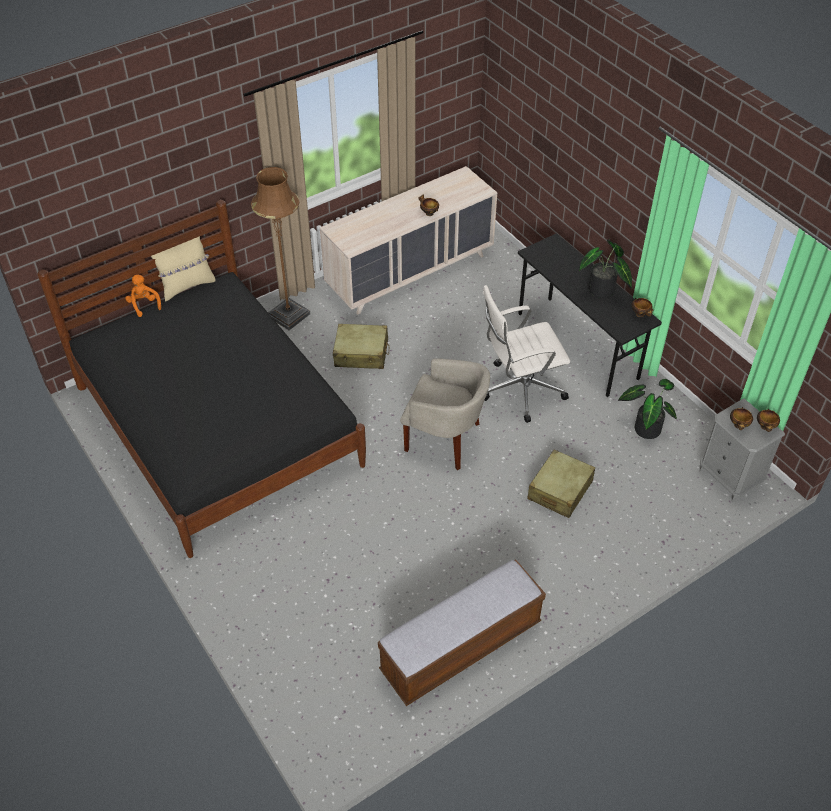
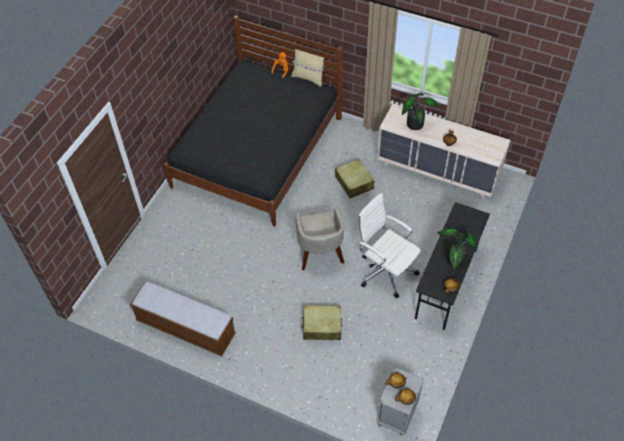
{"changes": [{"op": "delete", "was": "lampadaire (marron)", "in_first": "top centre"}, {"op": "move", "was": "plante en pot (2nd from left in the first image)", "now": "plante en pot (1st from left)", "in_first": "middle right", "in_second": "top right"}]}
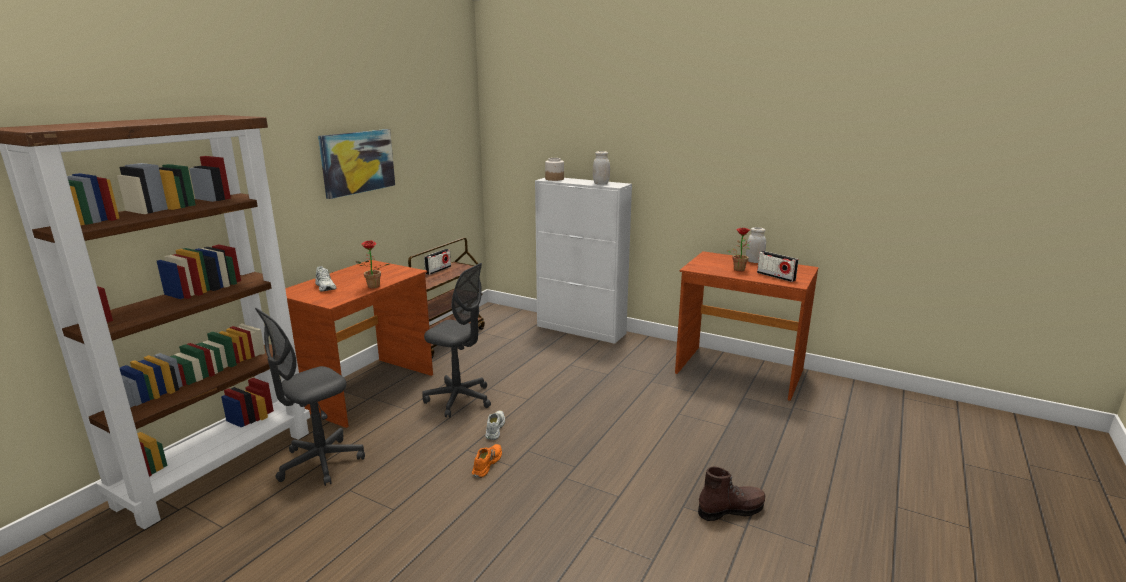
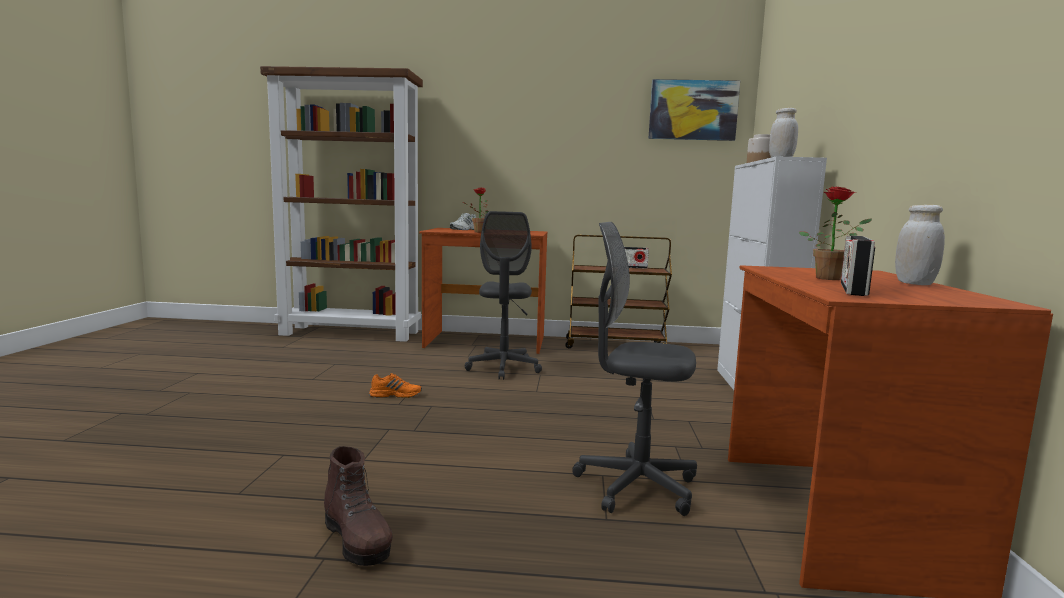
{"changes": [{"op": "move", "was": "chaise de bureau (gris) (1st from left in the first image)", "now": "chaise de bureau (gris) (2nd from left)", "in_first": "bottom left", "in_second": "centre"}, {"op": "move", "was": "tableau", "in_first": "top left", "in_second": "top centre"}, {"op": "delete", "was": "chaussure (blanc) (2nd from left)", "in_first": "bottom centre"}]}
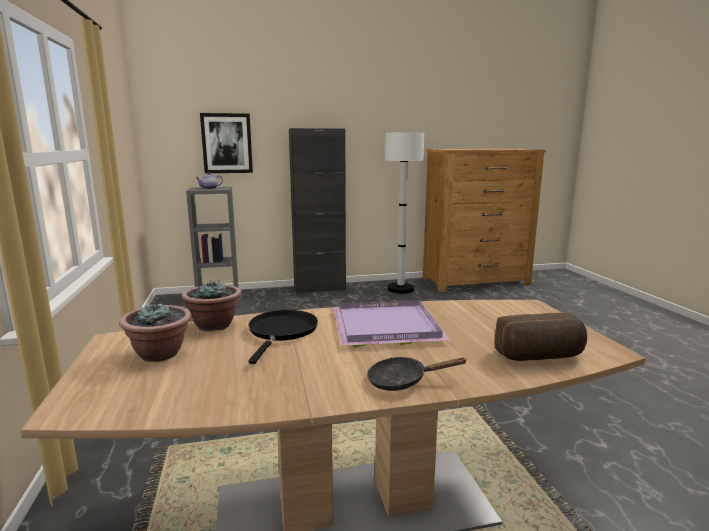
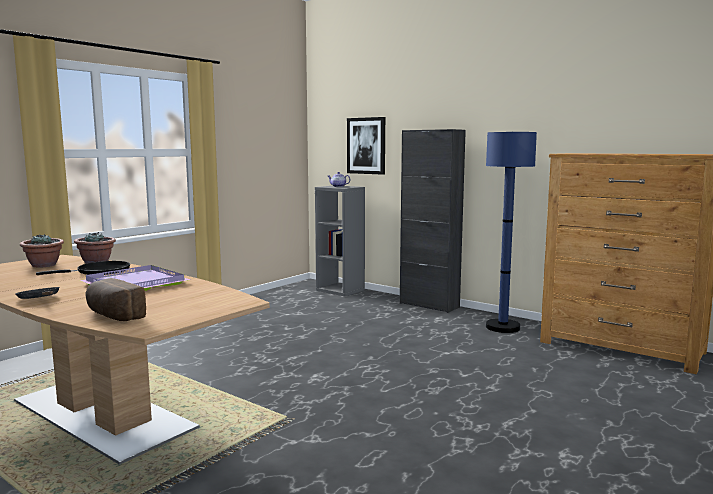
{"changes": [{"op": "recolor", "was": "lampadaire (blanc)", "now": "lampadaire (bleu)", "in_first": "centre", "in_second": "middle right"}]}
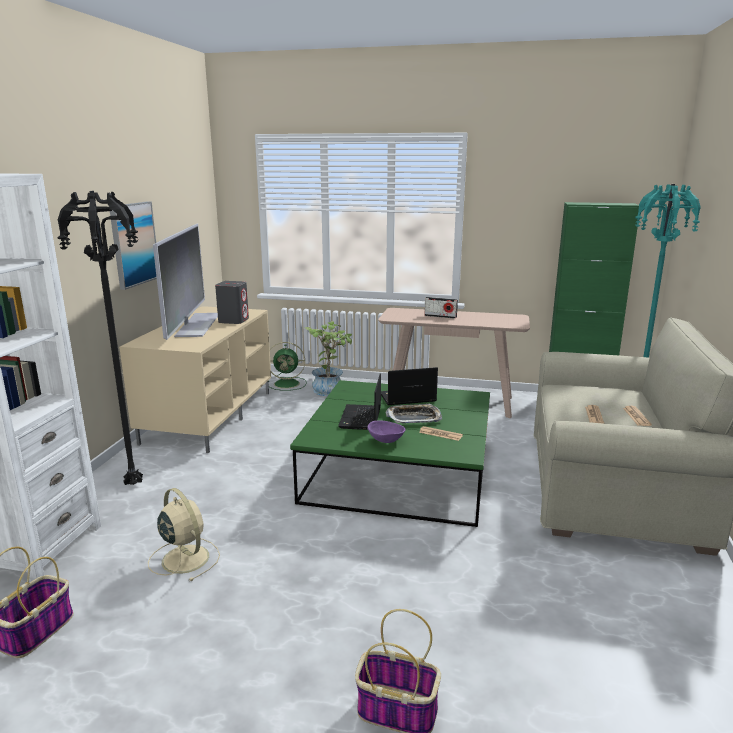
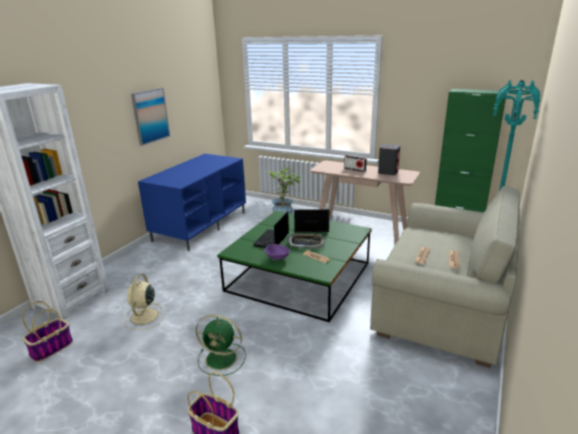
{"changes": [{"op": "delete", "was": "lampadaire (noir)", "in_first": "middle left"}, {"op": "recolor", "was": "meuble télé (beige)", "now": "meuble télé (bleu)", "in_first": "middle left", "in_second": "middle left"}, {"op": "rotate", "was": "ventilateur (beige)", "in_first": "bottom left", "in_second": "bottom left", "clockwise": -150}, {"op": "delete", "was": "téléviseur", "in_first": "middle left"}, {"op": "move", "was": "enceinte (gris)", "in_first": "middle left", "in_second": "middle right"}, {"op": "move", "was": "ventilateur (vert)", "in_first": "centre", "in_second": "bottom centre"}]}
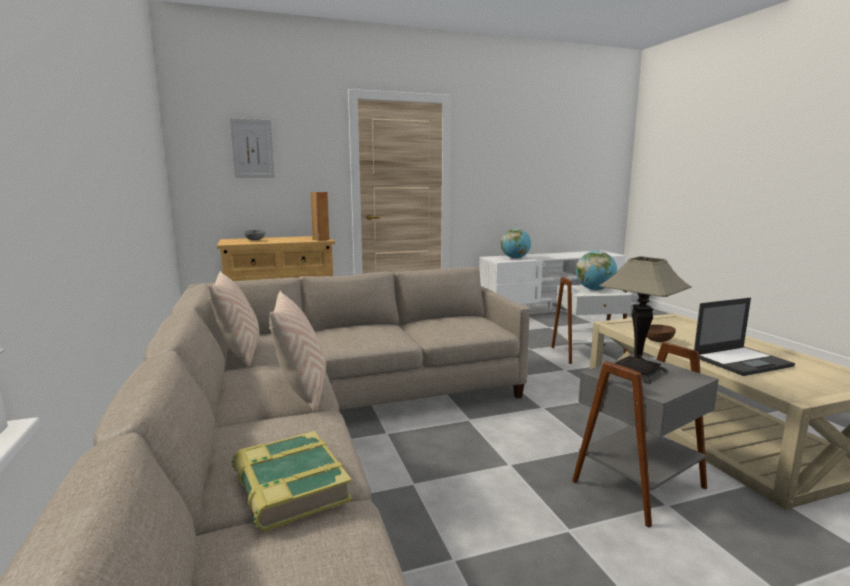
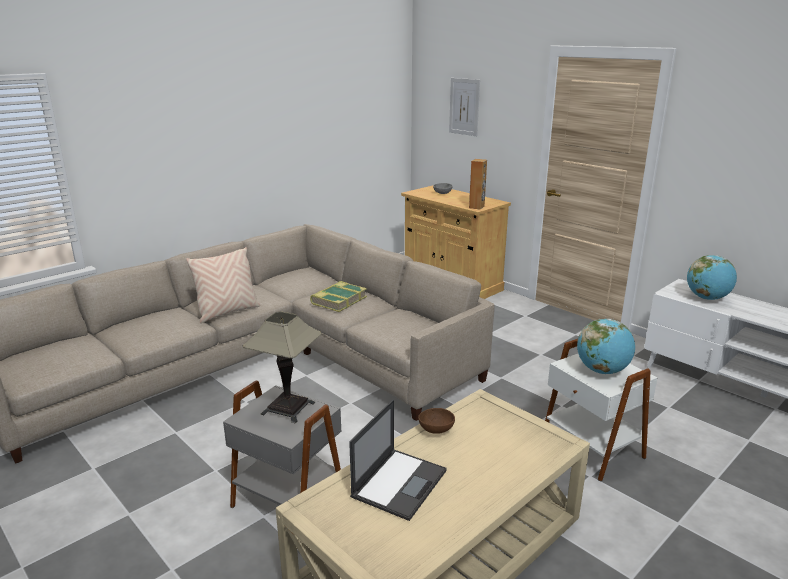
{"changes": [{"op": "delete", "was": "coussin (beige) (1st from left)", "in_first": "middle left"}, {"op": "move", "was": "livre", "in_first": "bottom centre", "in_second": "centre"}, {"op": "rotate", "was": "ordinateur portable", "in_first": "middle right", "in_second": "bottom centre", "clockwise": -105}]}
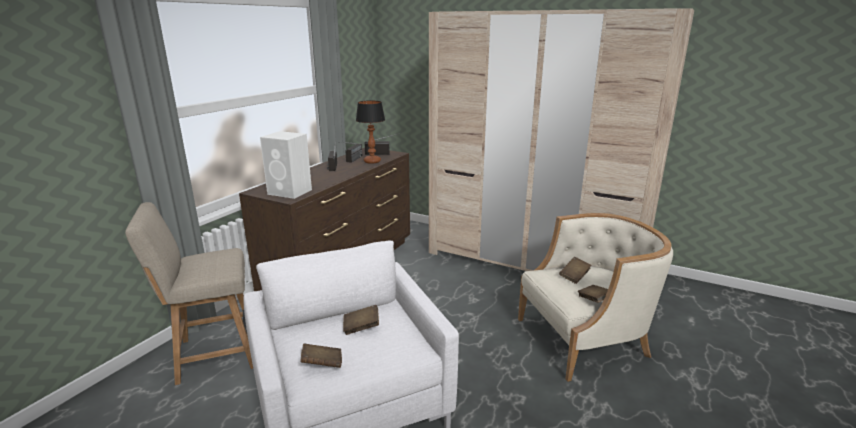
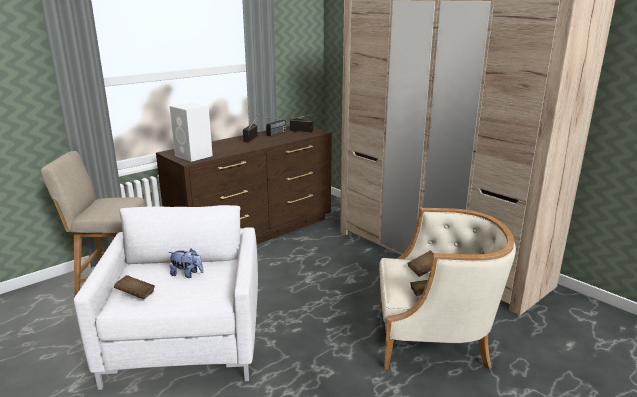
{"changes": [{"op": "replace", "was": "livre (marron) (2nd from left)", "now": "peluche", "in_first": "bottom centre", "in_second": "middle left"}, {"op": "delete", "was": "lampe de table", "in_first": "top centre"}]}
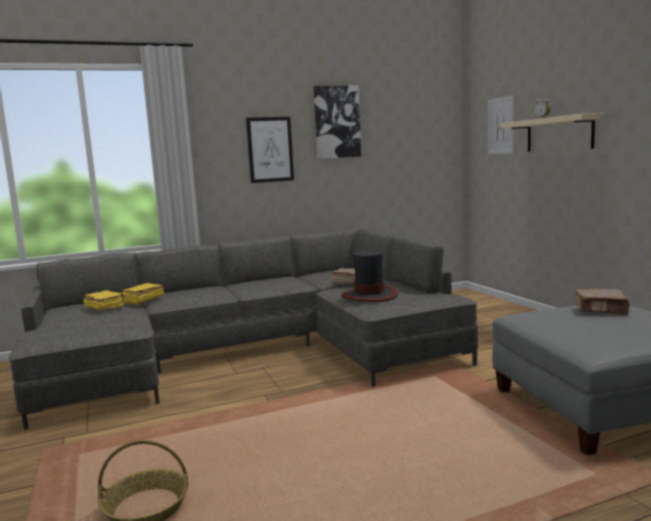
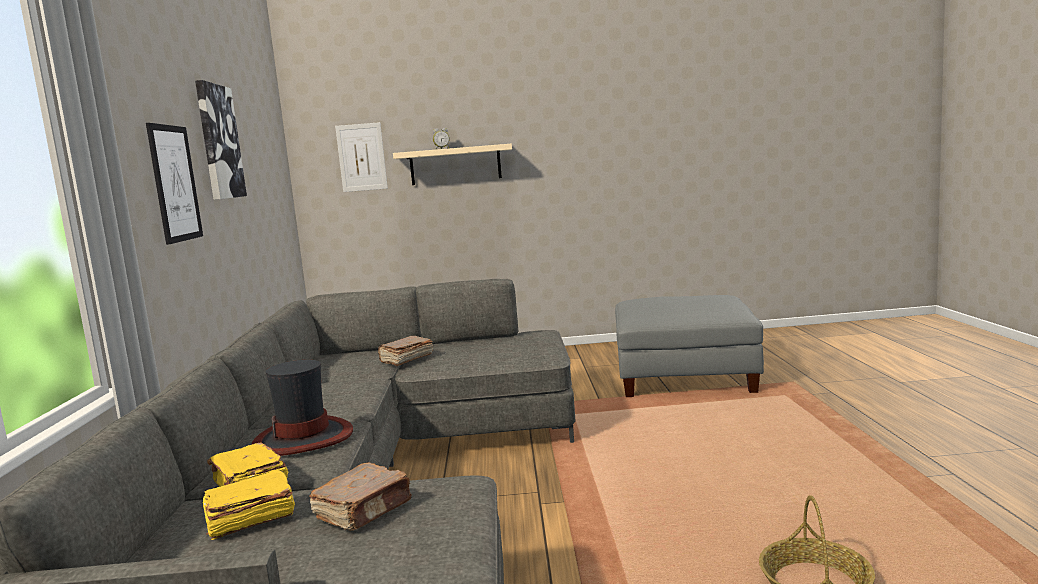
{"changes": [{"op": "move", "was": "chapeau", "in_first": "centre", "in_second": "bottom left"}, {"op": "move", "was": "livre (marron) (2nd from left in the first image)", "now": "livre (marron) (1st from left)", "in_first": "middle right", "in_second": "bottom centre"}]}
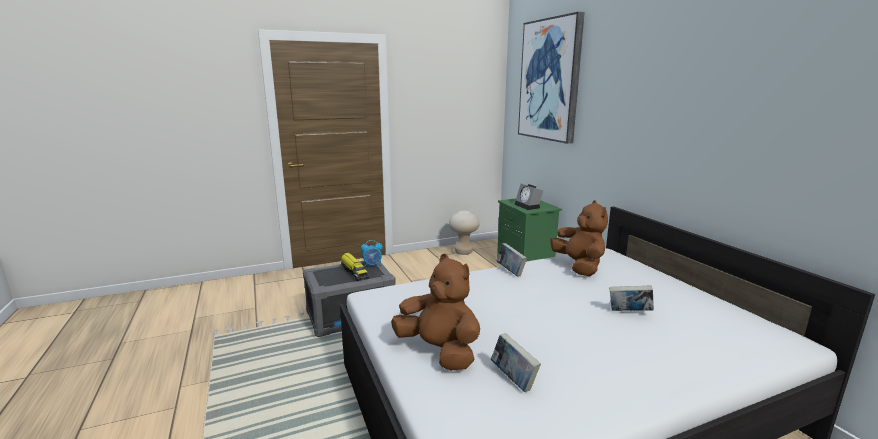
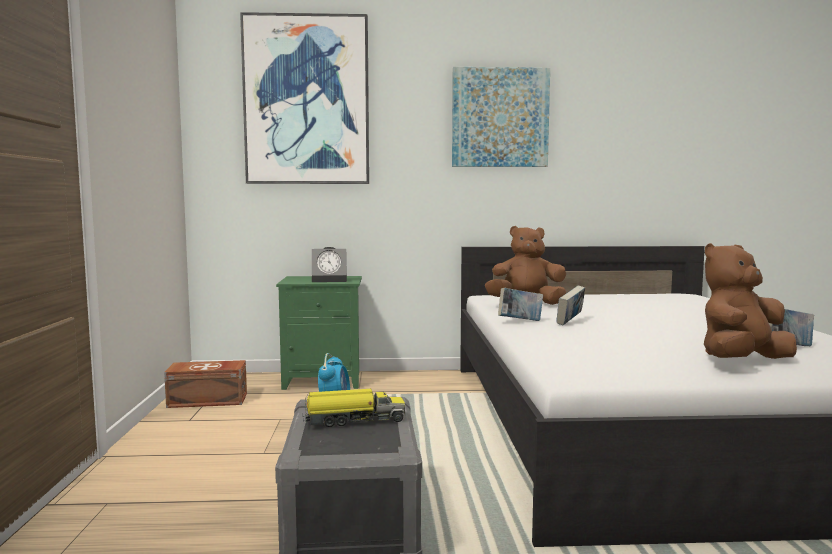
{"changes": [{"op": "replace", "was": "tabouret (beige)", "now": "boîte de rangement (marron)", "in_first": "centre", "in_second": "bottom left"}, {"op": "move", "was": "livre (3rd from left in the first image)", "now": "livre (2nd from left)", "in_first": "bottom right", "in_second": "middle right"}, {"op": "insert", "now": "tableau (2nd from left)", "in_second": "top centre"}]}
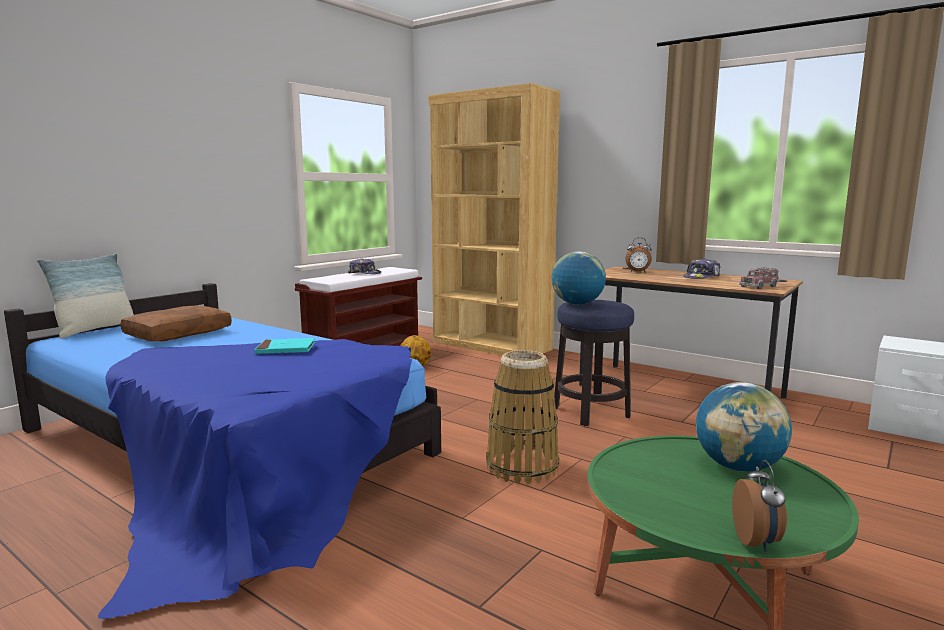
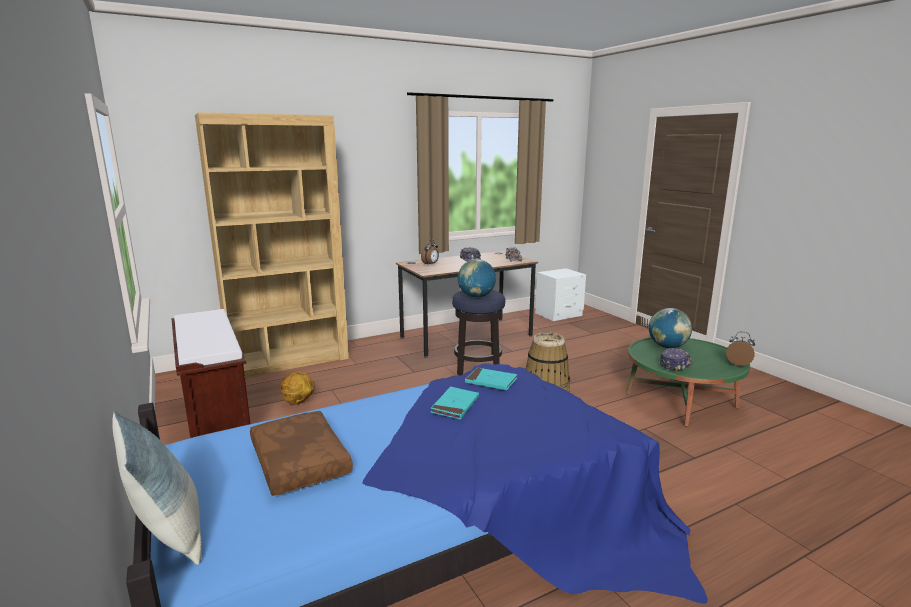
{"changes": [{"op": "move", "was": "casquette (1st from left in the first image)", "now": "casquette (2nd from left)", "in_first": "centre", "in_second": "middle right"}, {"op": "insert", "now": "livre (turquoise) (2nd from left)", "in_second": "centre"}]}
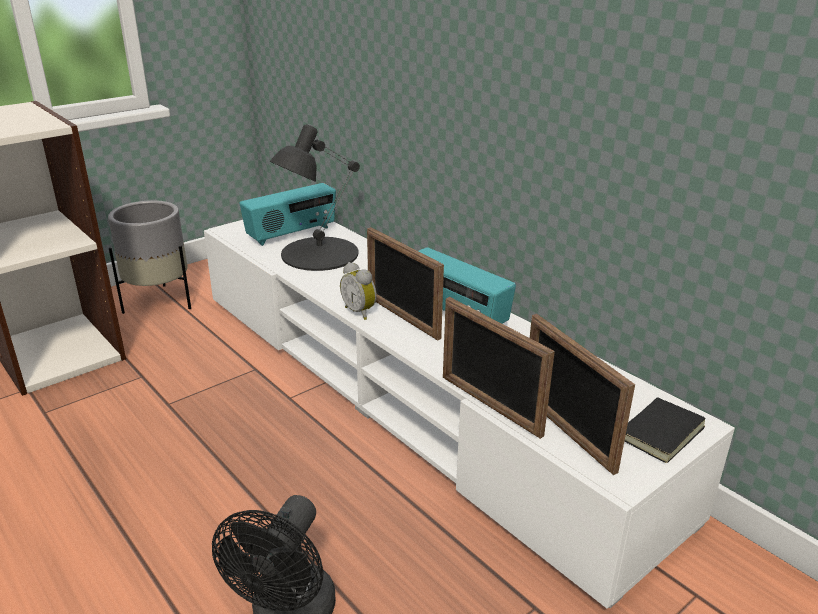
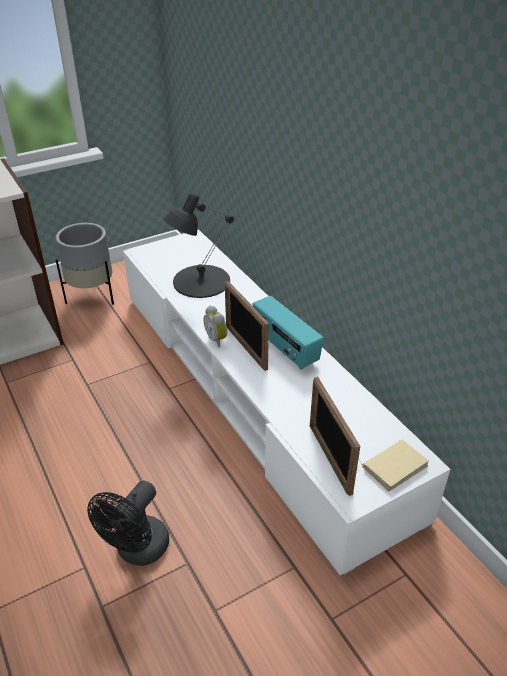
{"changes": [{"op": "delete", "was": "radio (1st from left)", "in_first": "centre"}, {"op": "delete", "was": "cadre photo (2nd from left)", "in_first": "centre"}, {"op": "recolor", "was": "livre (noir)", "now": "livre (beige)", "in_first": "bottom right", "in_second": "bottom right"}]}
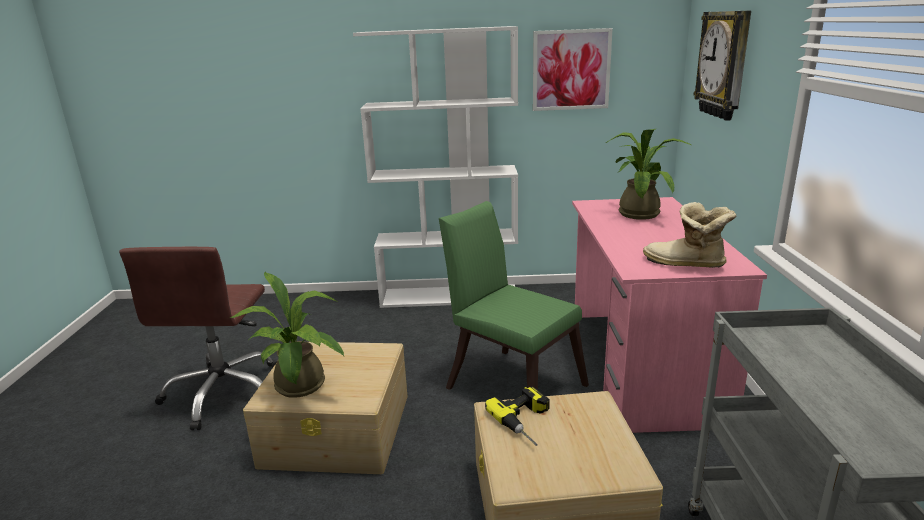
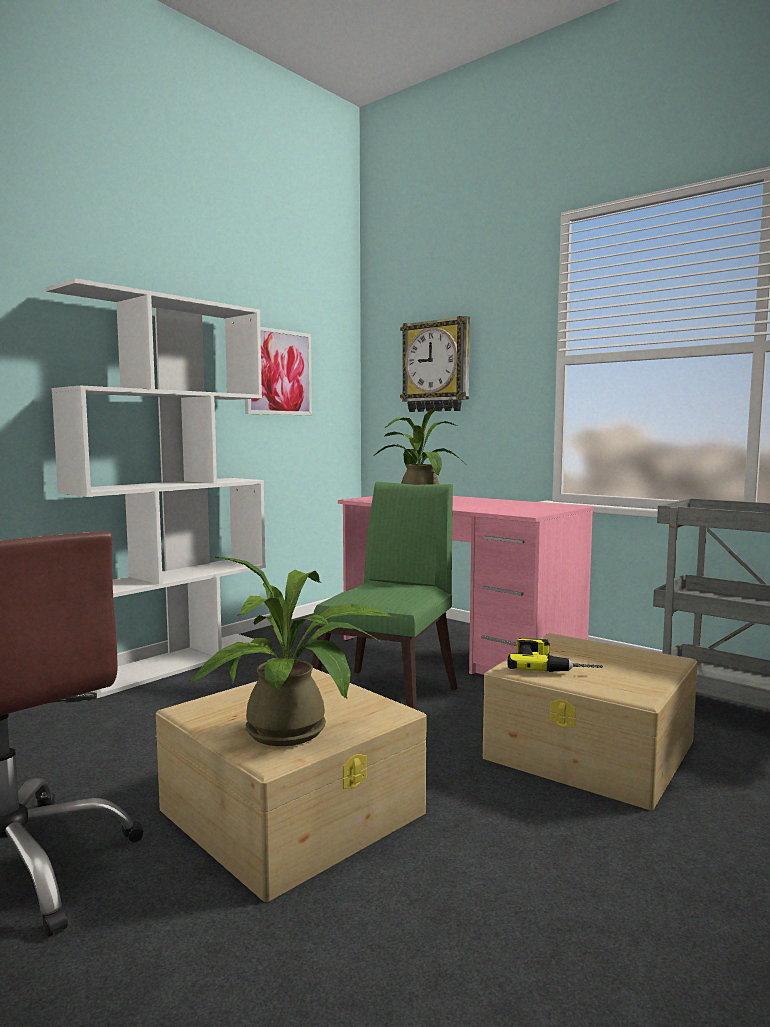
{"changes": [{"op": "rotate", "was": "chaise (vert)", "in_first": "centre", "in_second": "centre", "clockwise": 120}, {"op": "delete", "was": "botte", "in_first": "middle right"}]}
